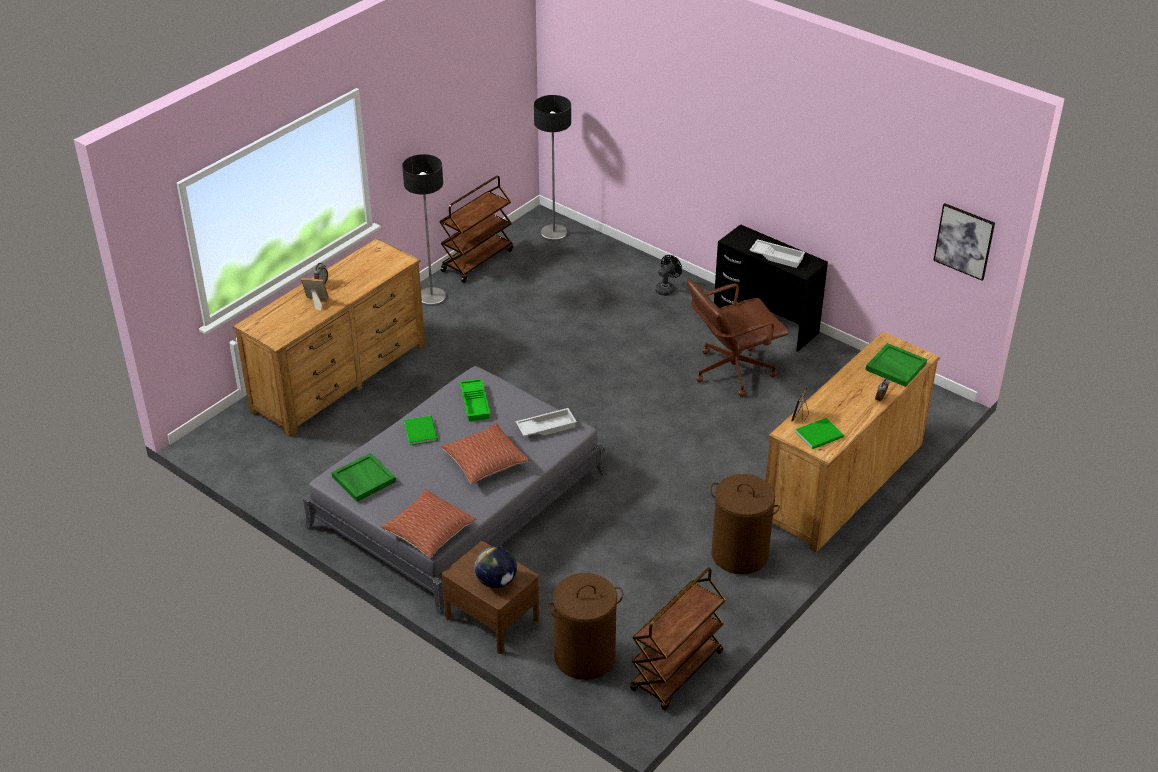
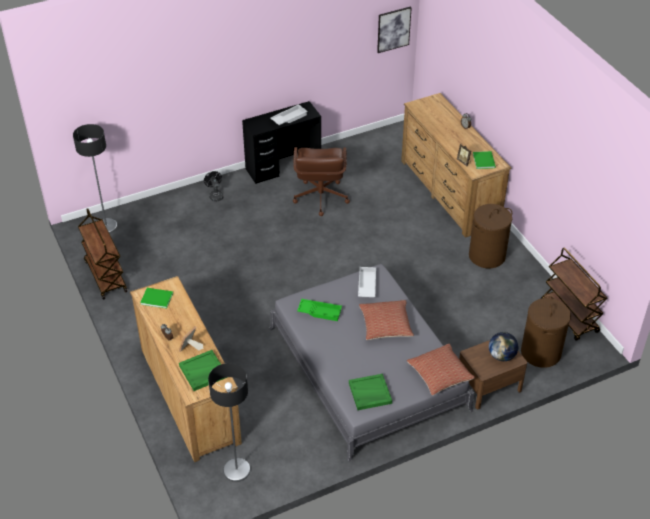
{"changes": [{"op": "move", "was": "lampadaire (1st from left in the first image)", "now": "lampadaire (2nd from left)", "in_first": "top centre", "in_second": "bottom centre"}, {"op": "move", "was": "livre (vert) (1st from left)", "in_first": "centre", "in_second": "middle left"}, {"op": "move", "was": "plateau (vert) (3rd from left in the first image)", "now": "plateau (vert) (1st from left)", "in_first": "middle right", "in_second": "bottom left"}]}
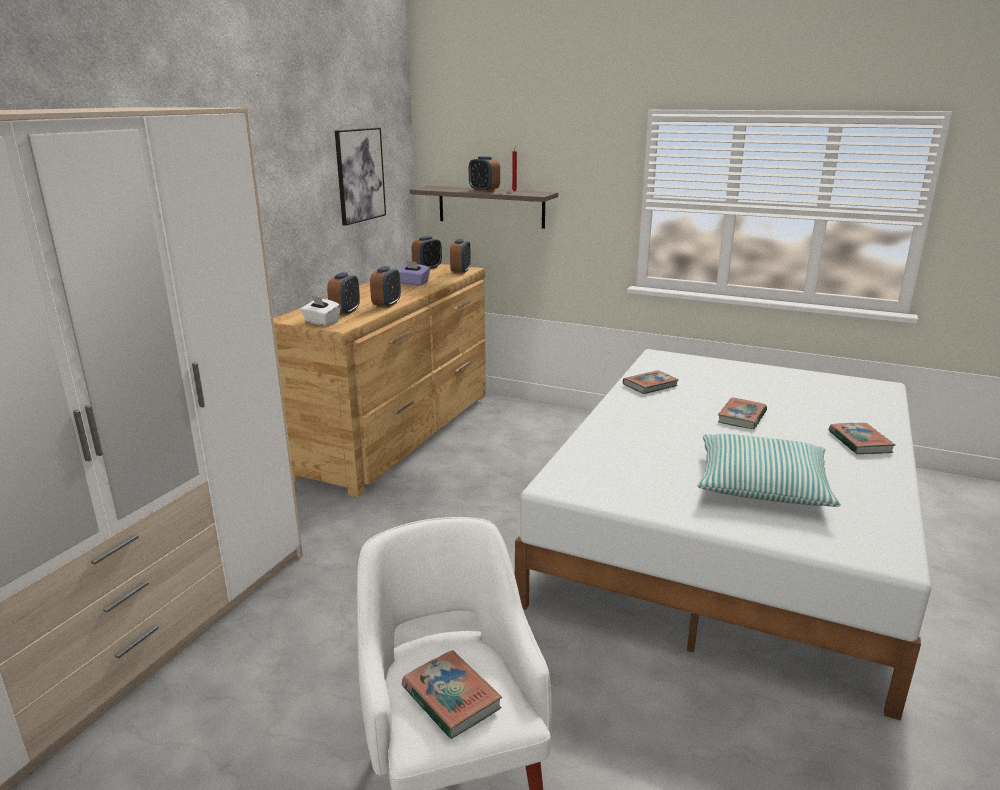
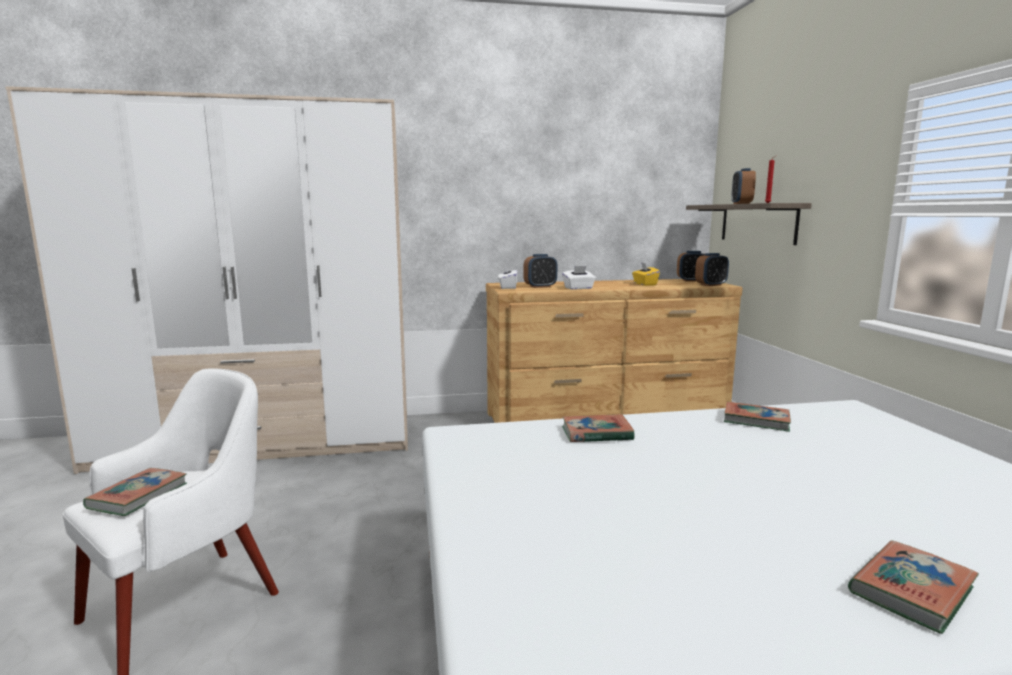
{"changes": [{"op": "delete", "was": "tableau", "in_first": "top centre"}, {"op": "replace", "was": "réveil (2nd from left)", "now": "boîte à mouchoirs (blanc) (2nd from left)", "in_first": "centre", "in_second": "centre"}, {"op": "recolor", "was": "boîte à mouchoirs (violet)", "now": "boîte à mouchoirs (jaune)", "in_first": "centre", "in_second": "centre"}, {"op": "delete", "was": "coussin", "in_first": "middle right"}, {"op": "move", "was": "livre (3rd from left in the first image)", "now": "livre (2nd from left)", "in_first": "middle right", "in_second": "centre"}]}
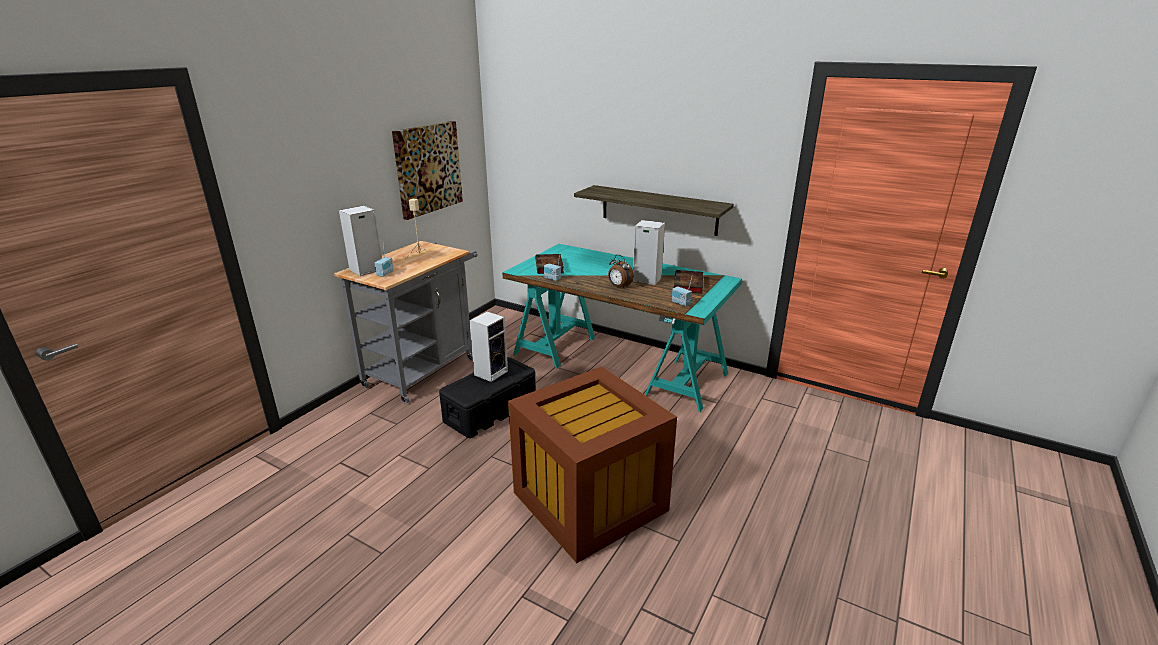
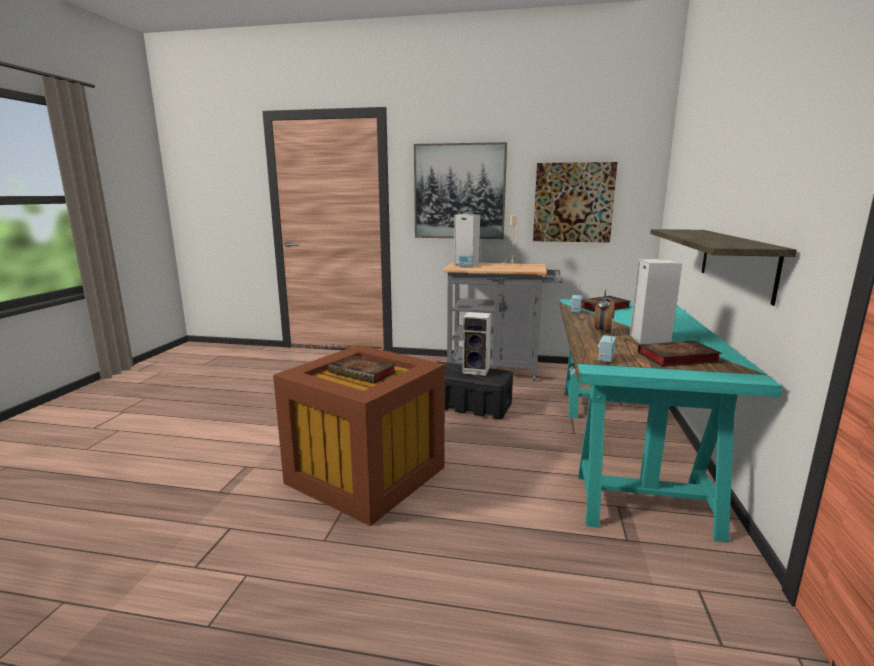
{"changes": [{"op": "insert", "now": "livre (1st from left)", "in_second": "centre"}, {"op": "insert", "now": "tableau (1st from left)", "in_second": "top centre"}]}
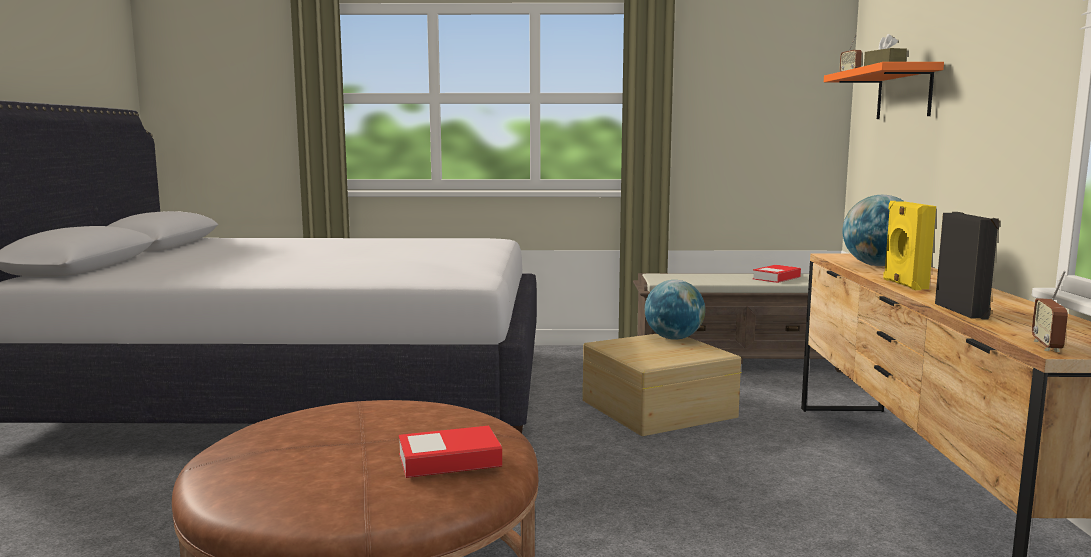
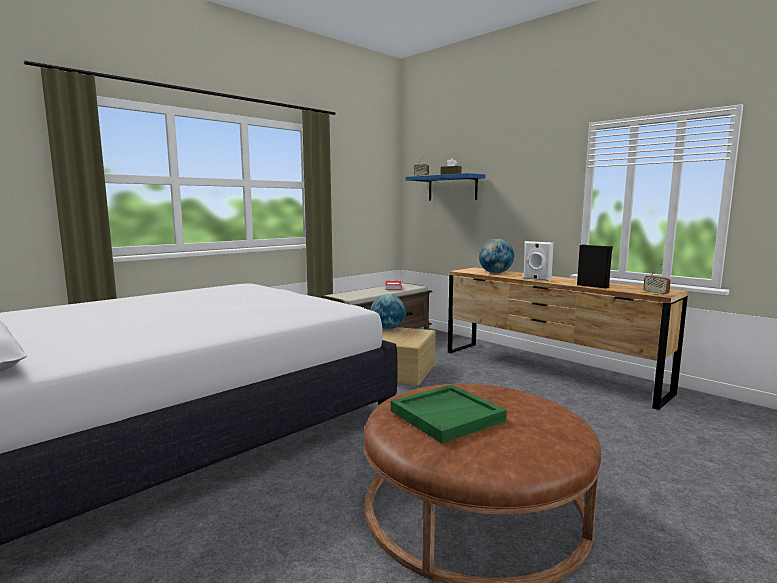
{"changes": [{"op": "delete", "was": "livre (1st from left)", "in_first": "bottom centre"}, {"op": "recolor", "was": "étagère (orange)", "now": "étagère (bleu)", "in_first": "top right", "in_second": "top centre"}, {"op": "recolor", "was": "enceinte (jaune)", "now": "enceinte (blanc)", "in_first": "middle right", "in_second": "middle right"}, {"op": "insert", "now": "plateau (vert)", "in_second": "bottom centre"}]}
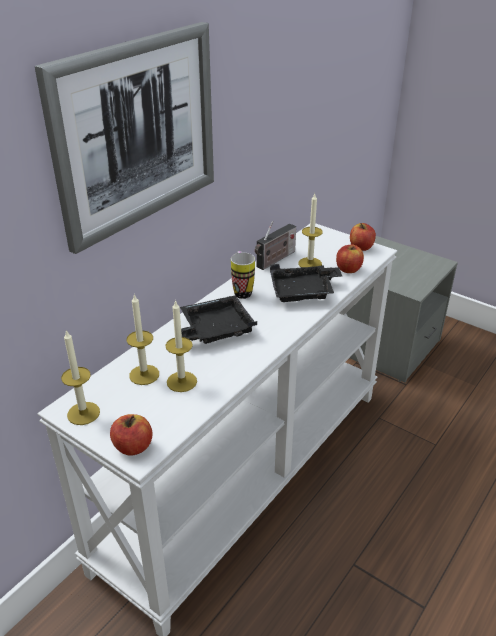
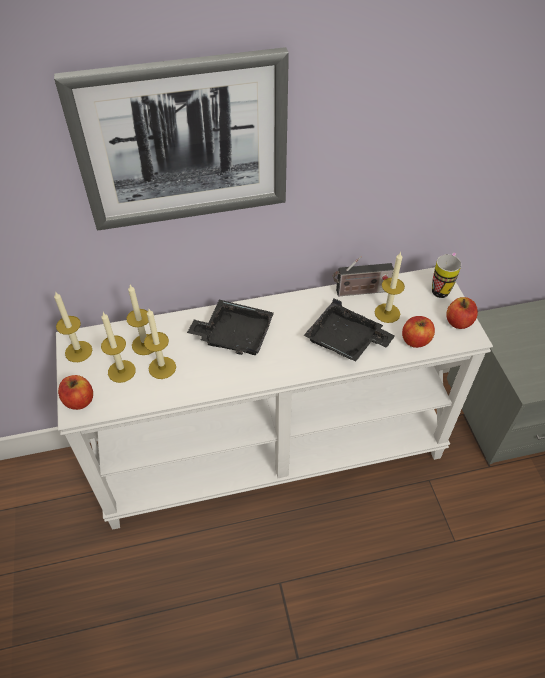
{"changes": [{"op": "move", "was": "mug", "in_first": "centre", "in_second": "middle right"}, {"op": "insert", "now": "bougie (2nd from left)", "in_second": "middle left"}]}
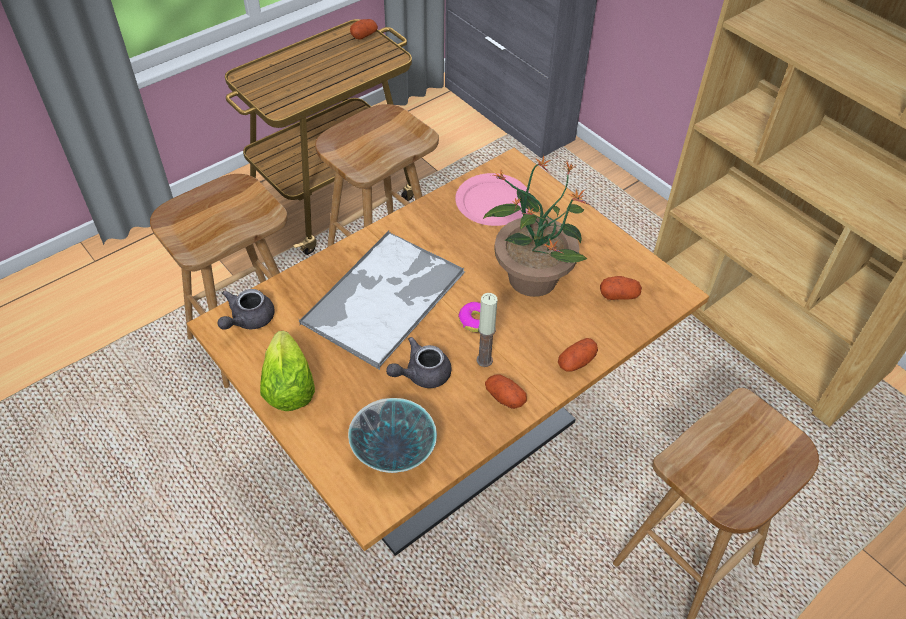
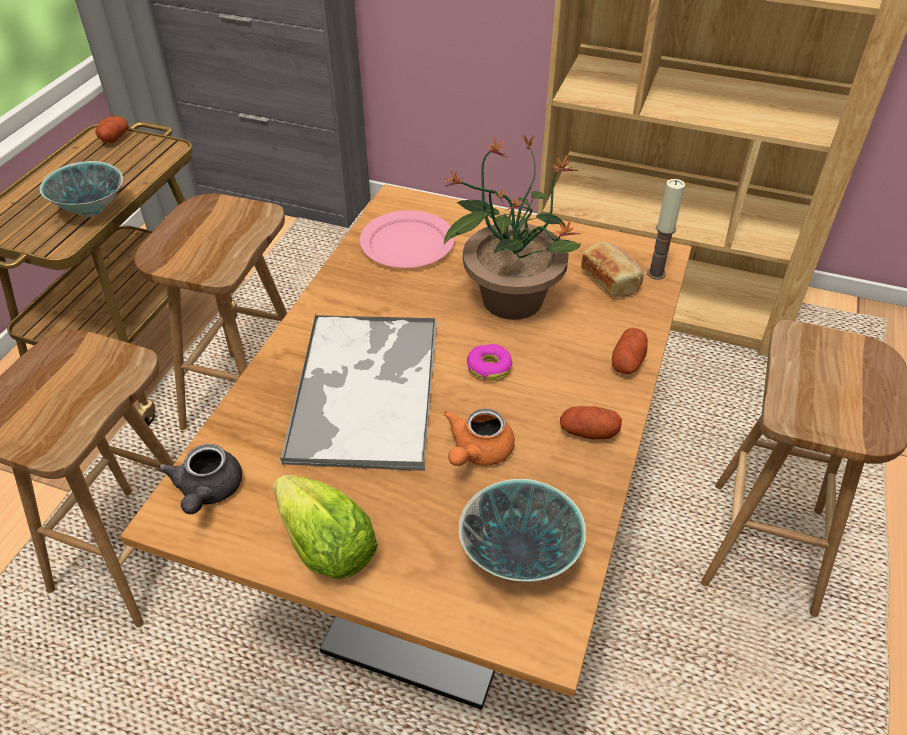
{"changes": [{"op": "recolor", "was": "théière (gris) (2nd from left)", "now": "théière (orange)", "in_first": "centre", "in_second": "centre"}, {"op": "move", "was": "bougie", "in_first": "centre", "in_second": "top right"}, {"op": "replace", "was": "pomme de terre (4th from left)", "now": "pain", "in_first": "middle right", "in_second": "middle right"}, {"op": "insert", "now": "bol (1st from left)", "in_second": "top left"}]}
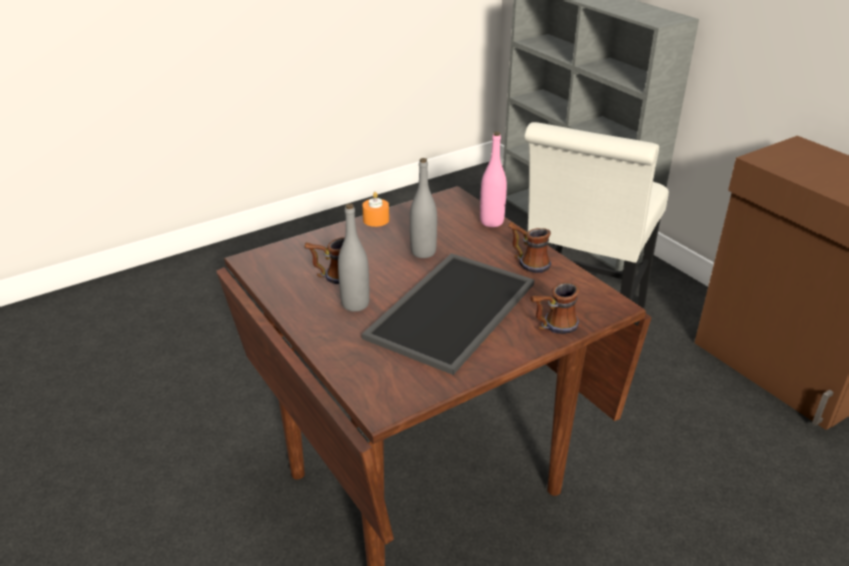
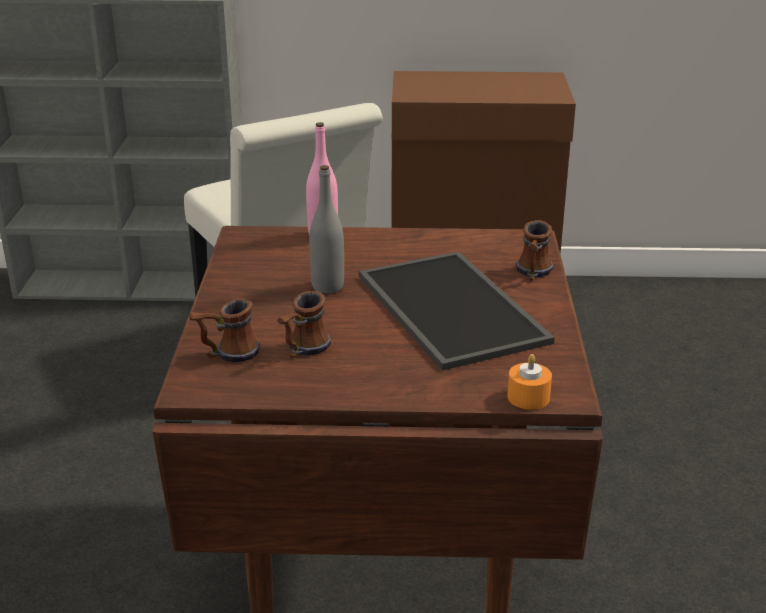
{"changes": [{"op": "delete", "was": "bouteille (gris) (1st from left)", "in_first": "centre"}, {"op": "move", "was": "bougie (orange)", "in_first": "centre", "in_second": "middle right"}, {"op": "move", "was": "mug (2nd from left in the first image)", "now": "mug (1st from left)", "in_first": "centre", "in_second": "middle left"}]}
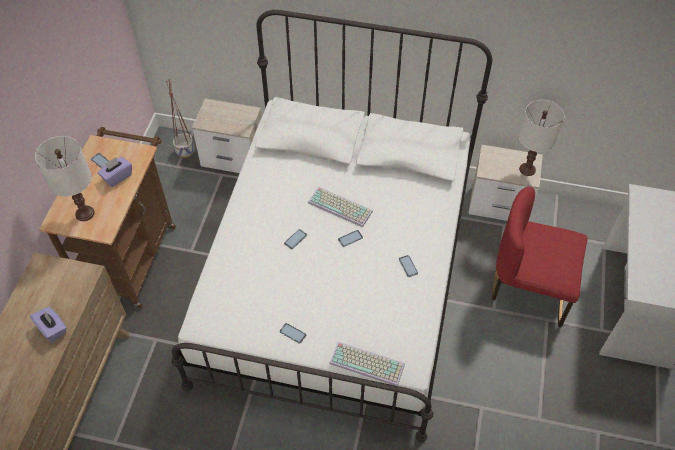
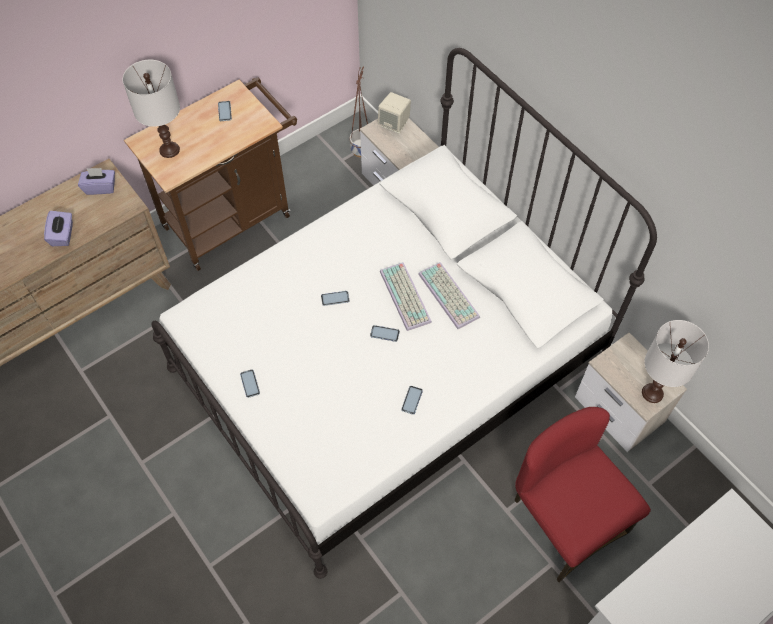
{"changes": [{"op": "move", "was": "boîte à mouchoirs (violet) (2nd from left)", "in_first": "middle left", "in_second": "top left"}, {"op": "move", "was": "clavier (2nd from left)", "in_first": "bottom centre", "in_second": "centre"}, {"op": "insert", "now": "enceinte (beige)", "in_second": "top centre"}]}
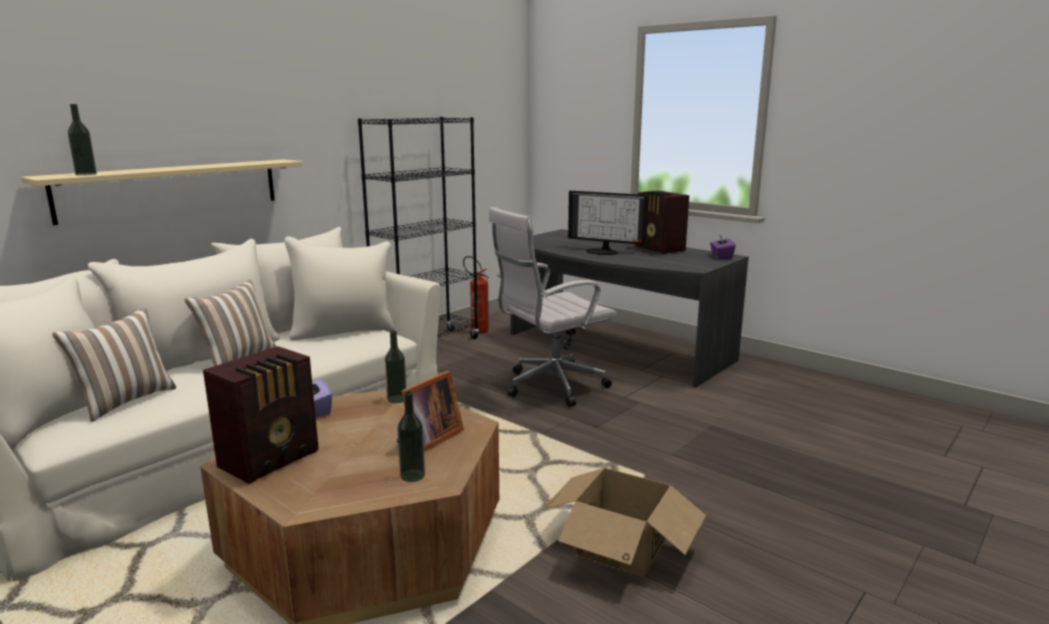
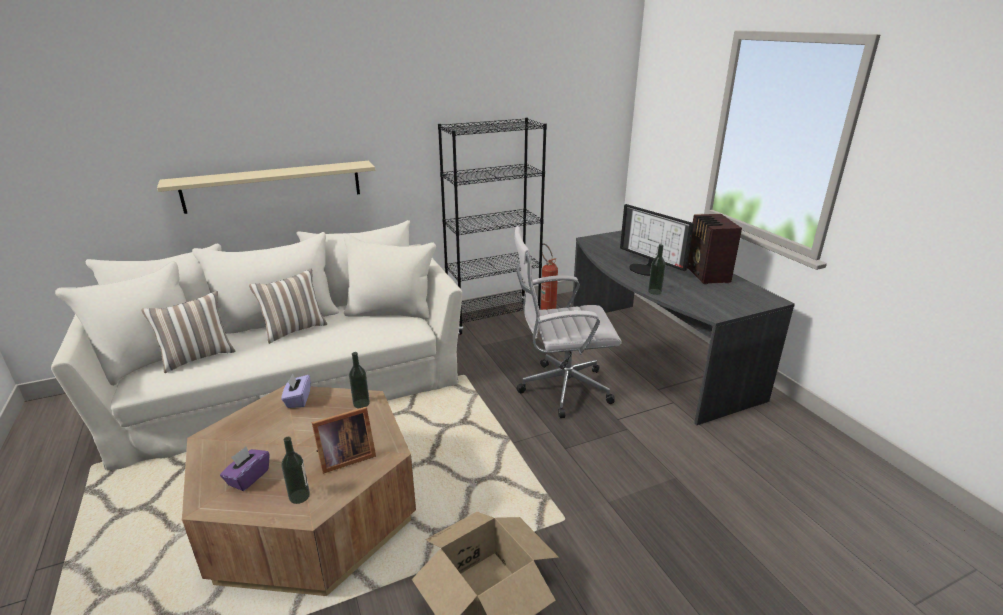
{"changes": [{"op": "move", "was": "bouteille (1st from left in the first image)", "now": "bouteille (3rd from left)", "in_first": "top left", "in_second": "centre"}, {"op": "delete", "was": "radio (1st from left)", "in_first": "middle left"}, {"op": "move", "was": "boîte à mouchoirs (violet) (2nd from left in the first image)", "now": "boîte à mouchoirs (violet) (1st from left)", "in_first": "middle right", "in_second": "bottom left"}]}
